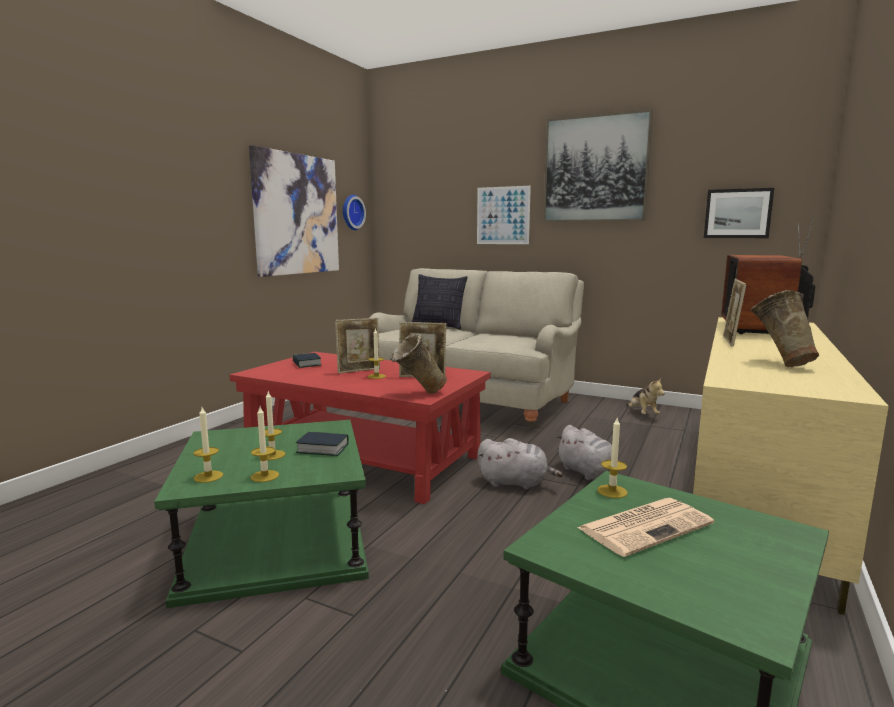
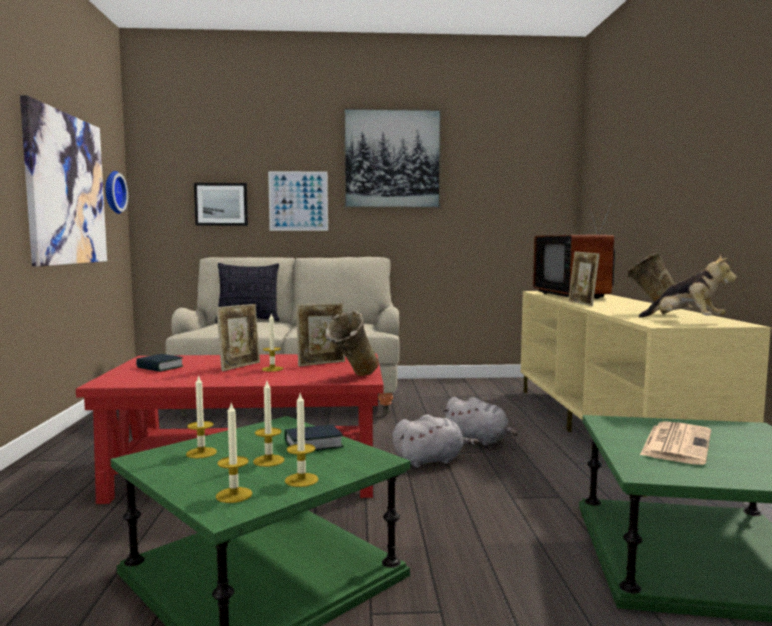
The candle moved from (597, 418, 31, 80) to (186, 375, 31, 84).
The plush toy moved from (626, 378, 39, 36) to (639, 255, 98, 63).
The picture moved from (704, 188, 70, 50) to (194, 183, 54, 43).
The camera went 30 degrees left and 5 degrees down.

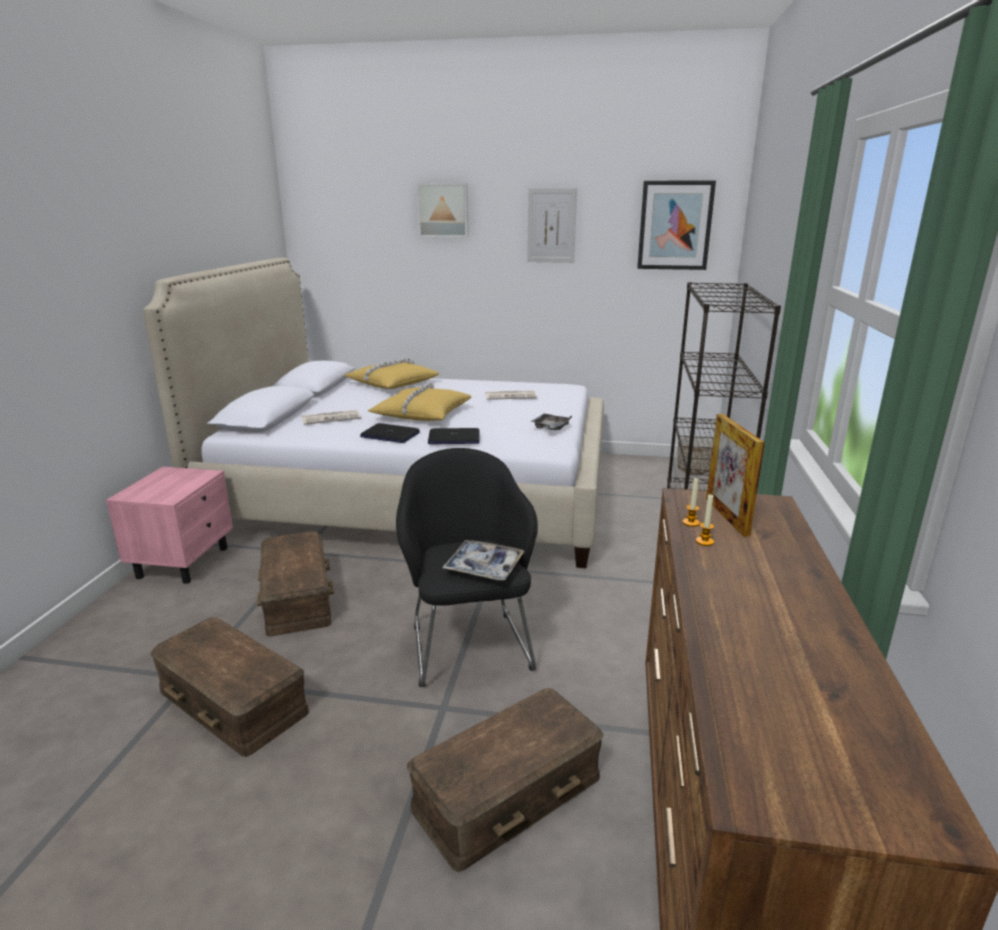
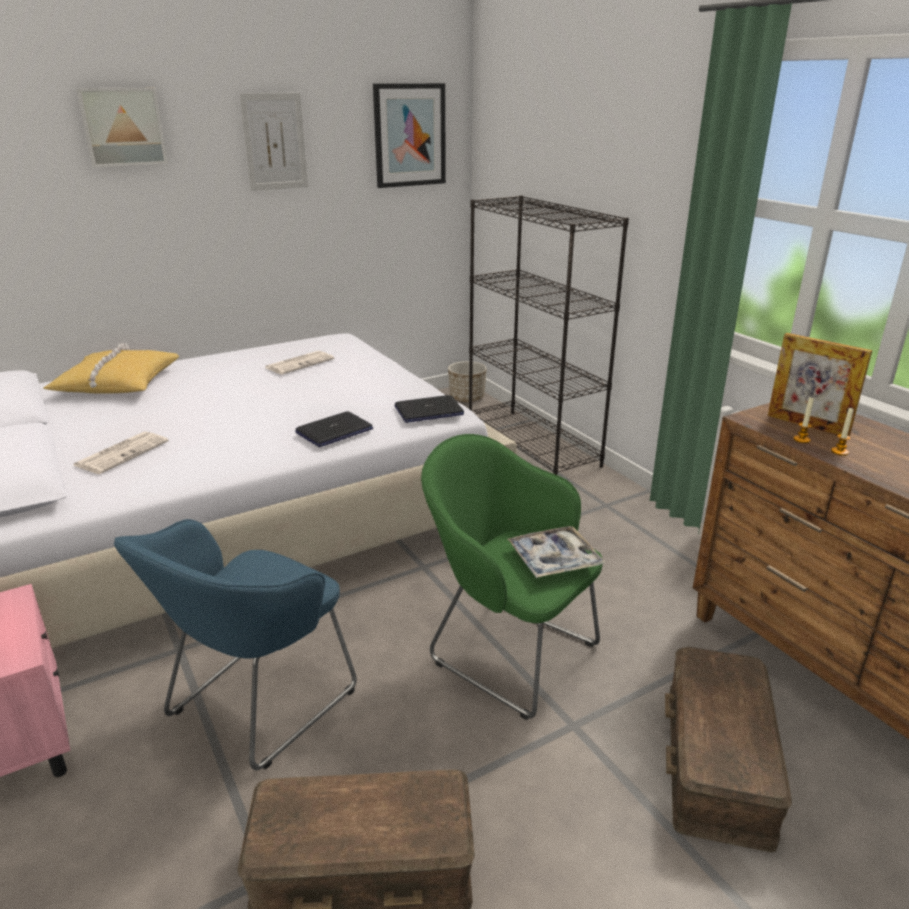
The storage box (brown) at (257, 531, 77, 105) was replaced by the armchair (blue) at (114, 519, 243, 251).
The laptop moved from (360, 423, 60, 20) to (395, 395, 69, 28).
The pillow (yellow) at (368, 382, 103, 39) disappeared.
The armchair (black) at (396, 448, 142, 239) became the armchair (green) at (421, 434, 182, 286).
The tray (grey) at (531, 414, 41, 17) disappeared.
The camera went 40 degrees left and 5 degrees up.

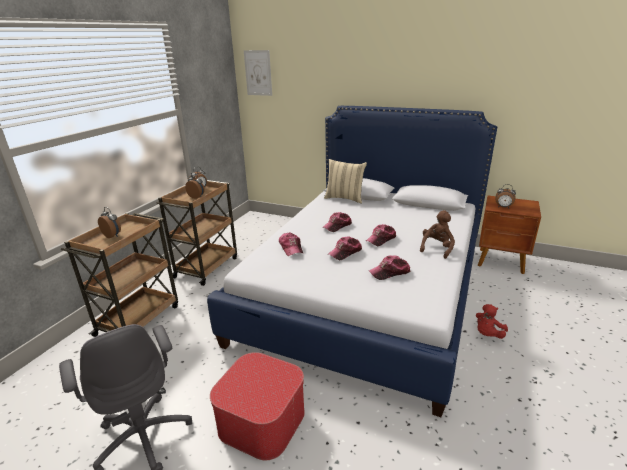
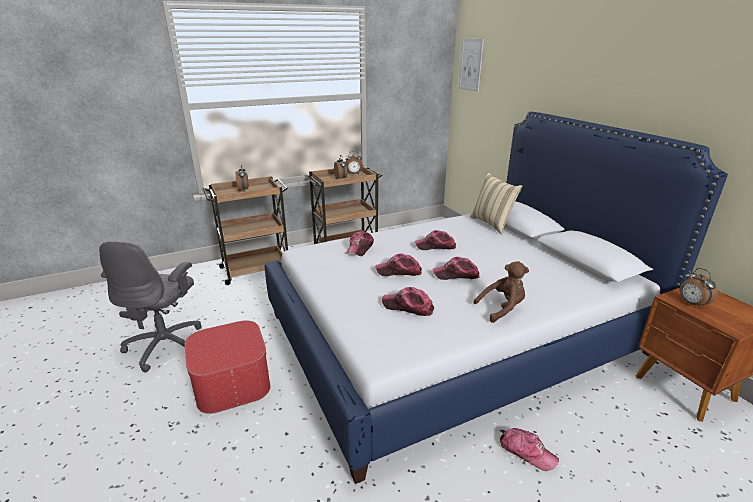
The plush toy (red) at (476, 304, 32, 35) was replaced by the cap at (500, 428, 59, 43).
The camera went 40 degrees right and 0 degrees up.

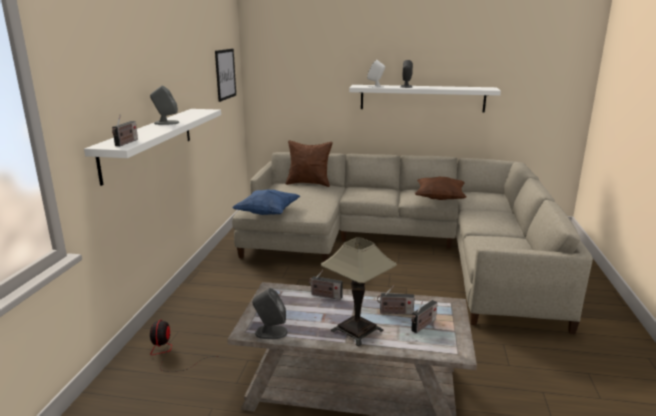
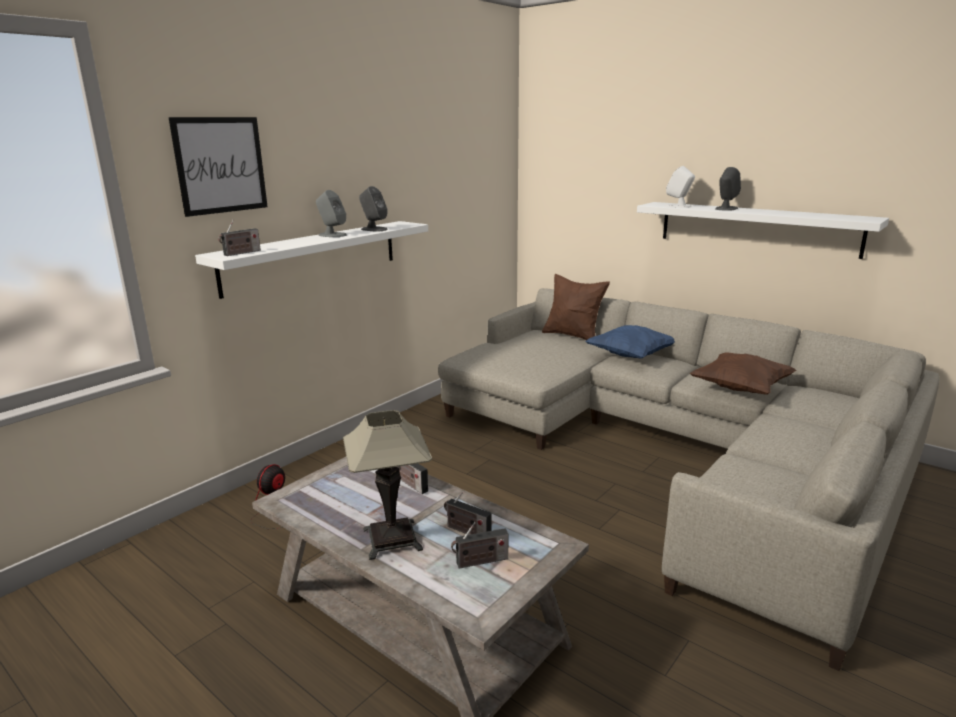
The picture moved from (215, 49, 21, 53) to (169, 117, 99, 100).
The pillow (blue) moved from (232, 189, 68, 26) to (585, 325, 90, 34).
The speaker (grey) moved from (252, 288, 36, 51) to (359, 186, 29, 45).
The camera went 30 degrees right and 0 degrees up.

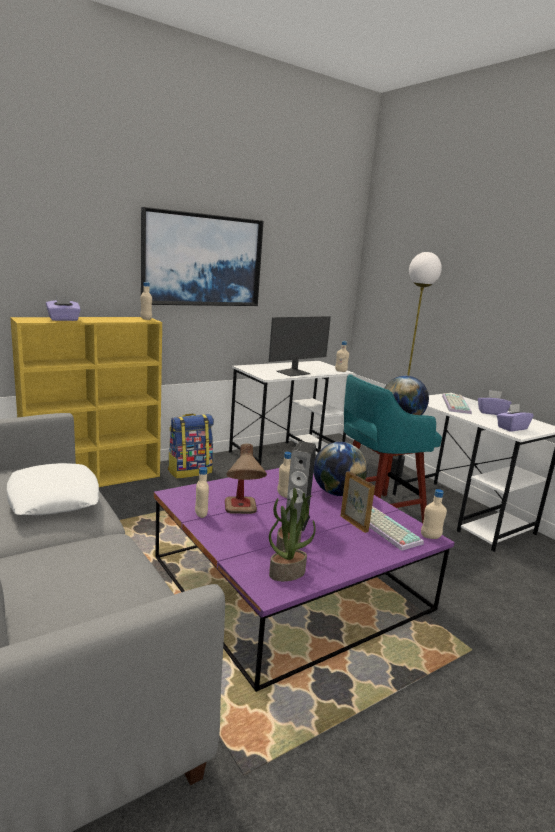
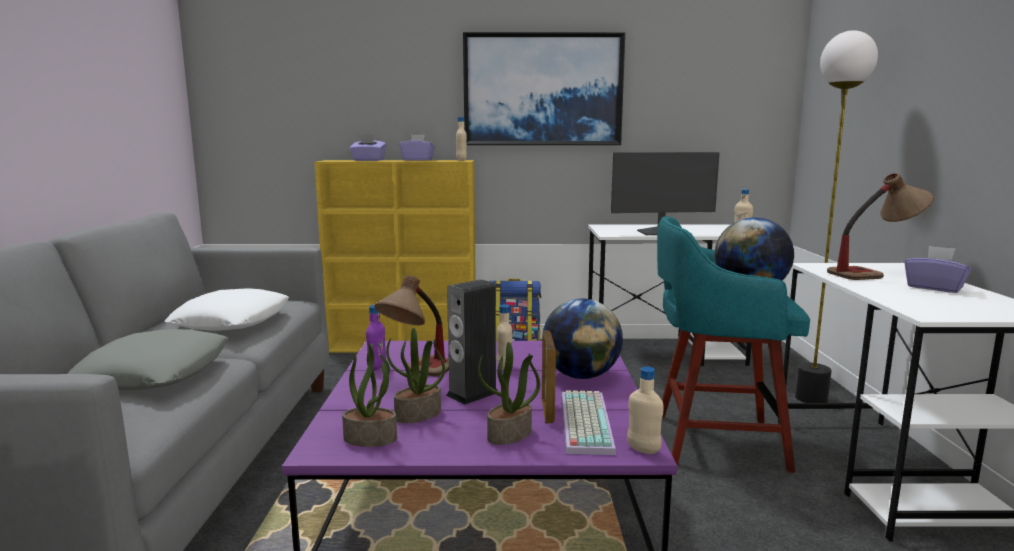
The bottle (beige) at (195, 467, 14, 51) became the bottle (purple) at (366, 305, 20, 65).
The keyboard at (442, 393, 30, 21) was replaced by the table lamp at (827, 173, 107, 107).
The tissue box (purple) moved from (497, 404, 37, 27) to (399, 134, 36, 27).
The pillow (grey) at (67, 329, 161, 61) appeared.
The potted plant at (478, 342, 62, 103) appeared.
The camera went 35 degrees right and 5 degrees down.

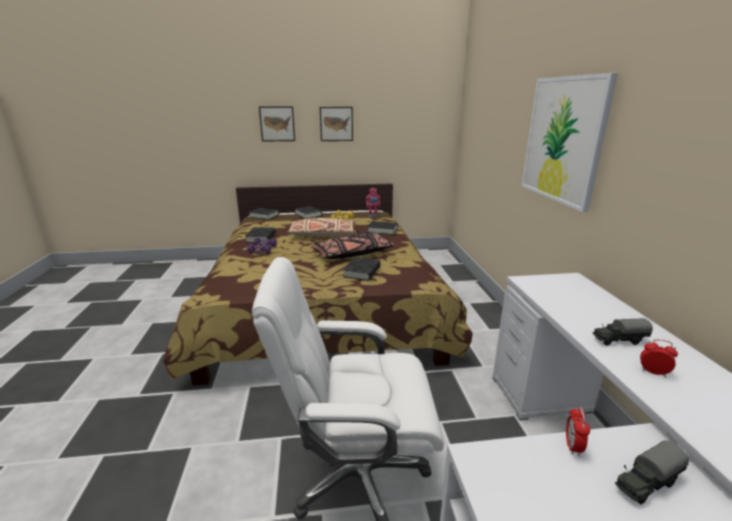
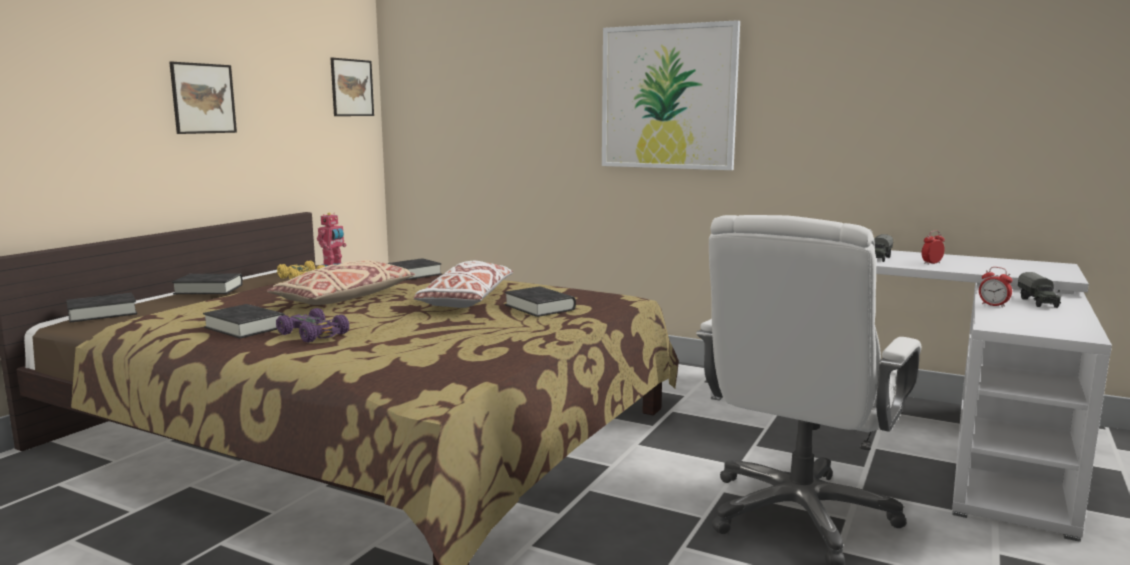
The picture moved from (259, 106, 36, 36) to (331, 58, 43, 58).
The pillow (black) at (310, 233, 85, 26) became the pillow (white) at (413, 261, 100, 47).
The camera went 55 degrees left and 10 degrees down.

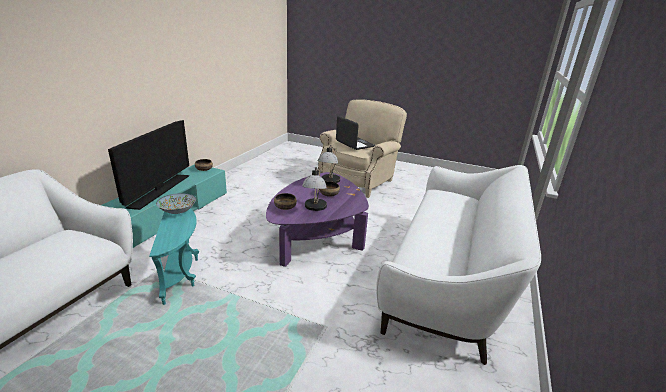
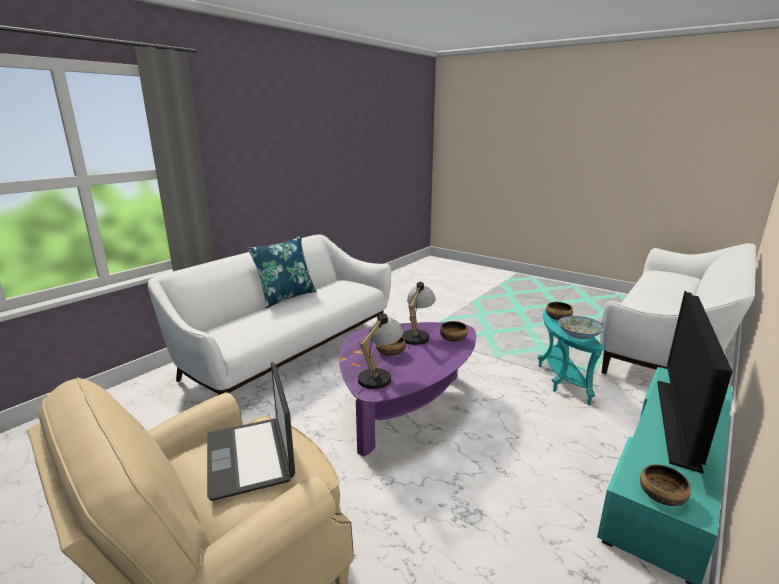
The pillow (blue) at (247, 236, 70, 72) appeared.
The bowl at (546, 302, 27, 18) appeared.
The camera went 165 degrees left and 5 degrees down.

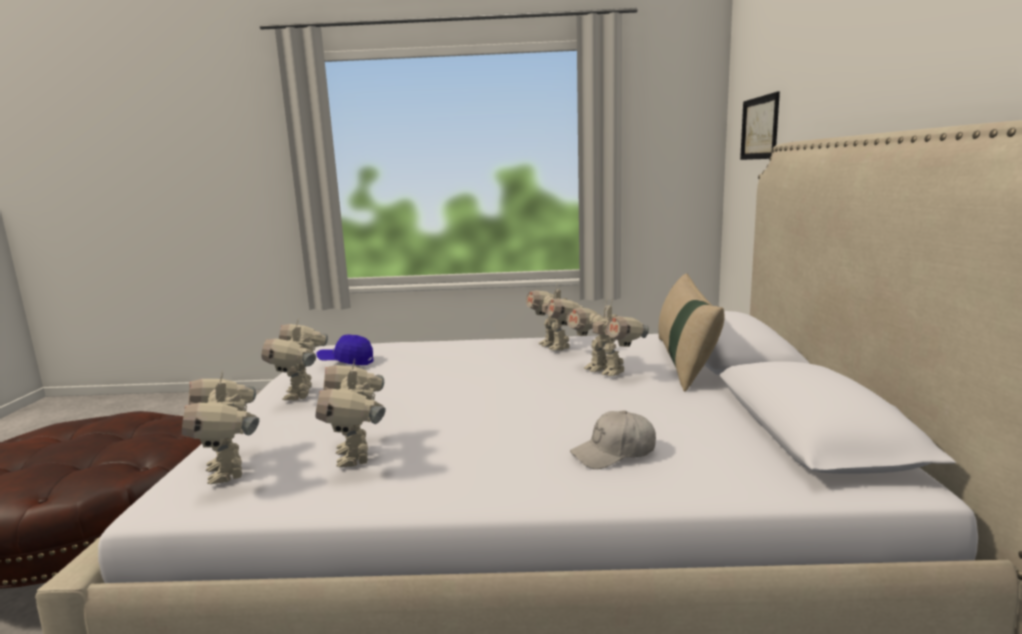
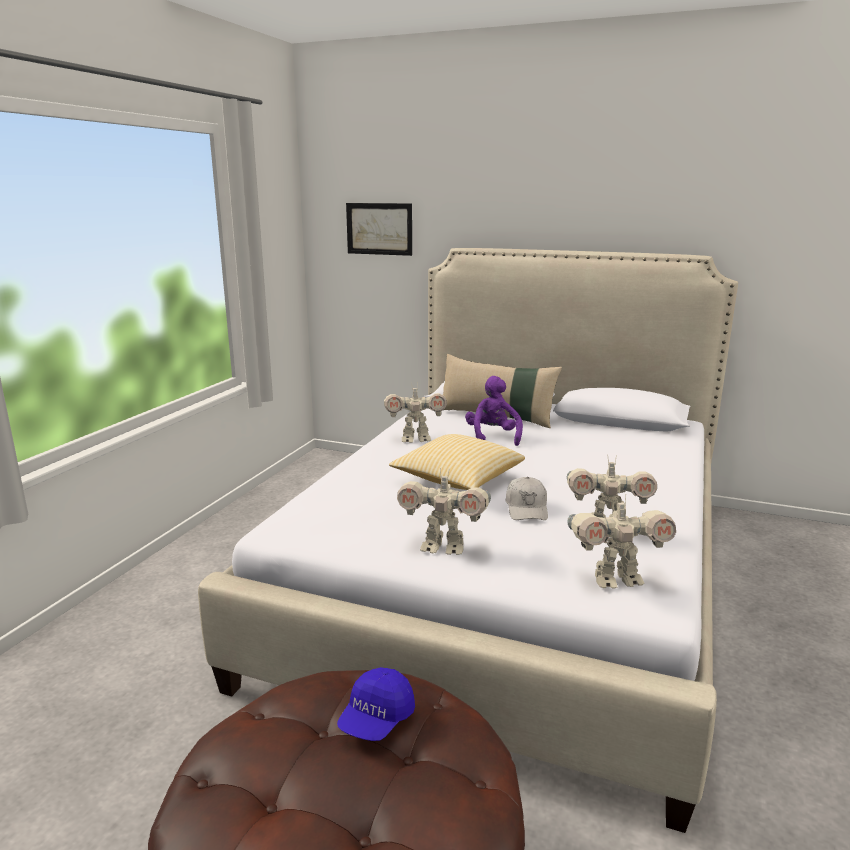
The cap (blue) moved from (316, 334, 58, 31) to (337, 667, 78, 74).
The toy robot at (566, 298, 83, 78) was replaced by the plush toy (purple) at (465, 376, 58, 70).
The cap (white) moved from (570, 410, 86, 59) to (505, 477, 43, 43).
The pillow at (389, 434, 136, 56) appeared.
The camera went 70 degrees left and 5 degrees up.

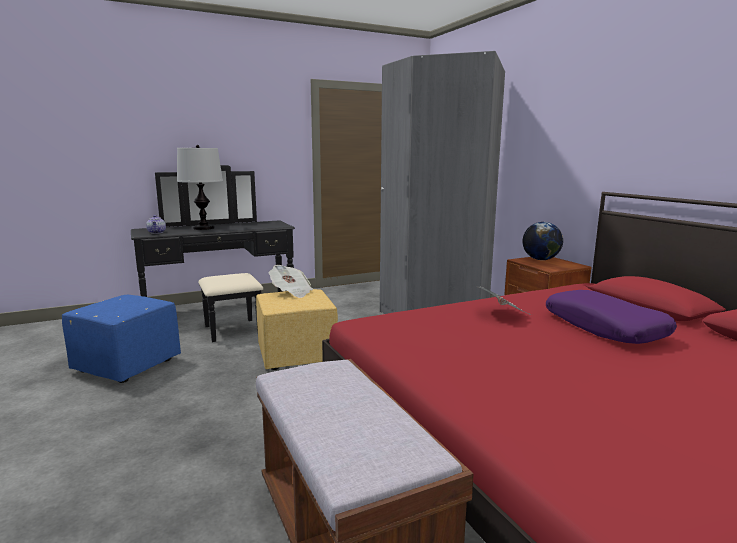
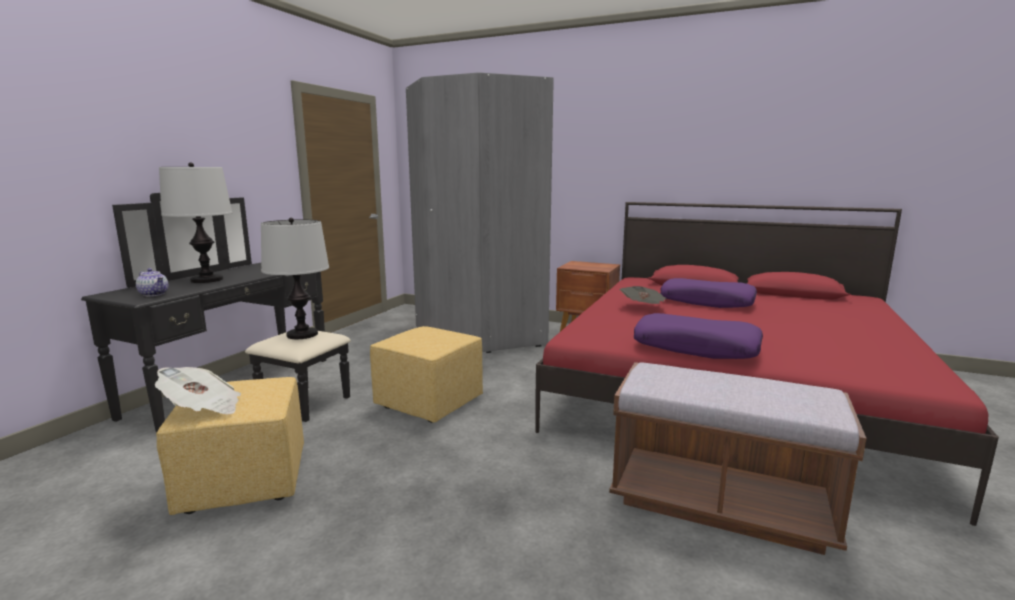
The ottoman (blue) at (62, 295, 119, 88) became the ottoman (yellow) at (156, 377, 148, 138).
The newspaper moved from (269, 265, 44, 33) to (155, 367, 86, 47).
The globe at (522, 222, 41, 38) disappeared.
The table lamp at (261, 218, 68, 121) appeared.
The pillow (purple) at (634, 313, 129, 46) appeared.
The camera went 40 degrees left and 0 degrees up.

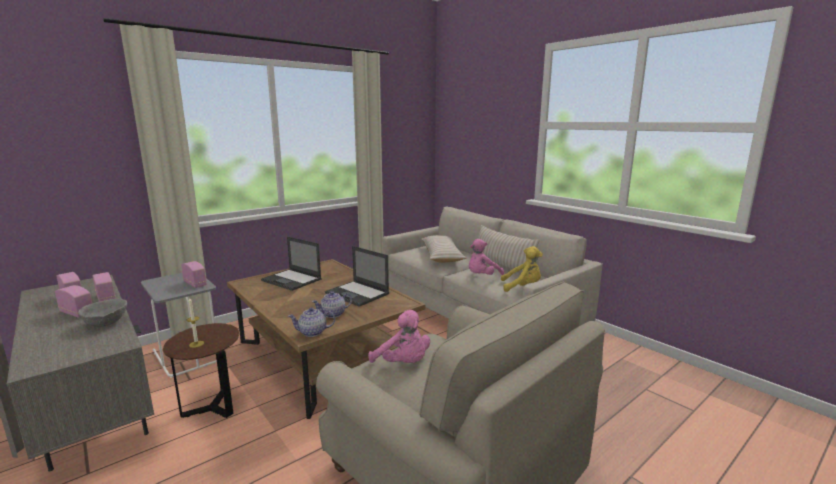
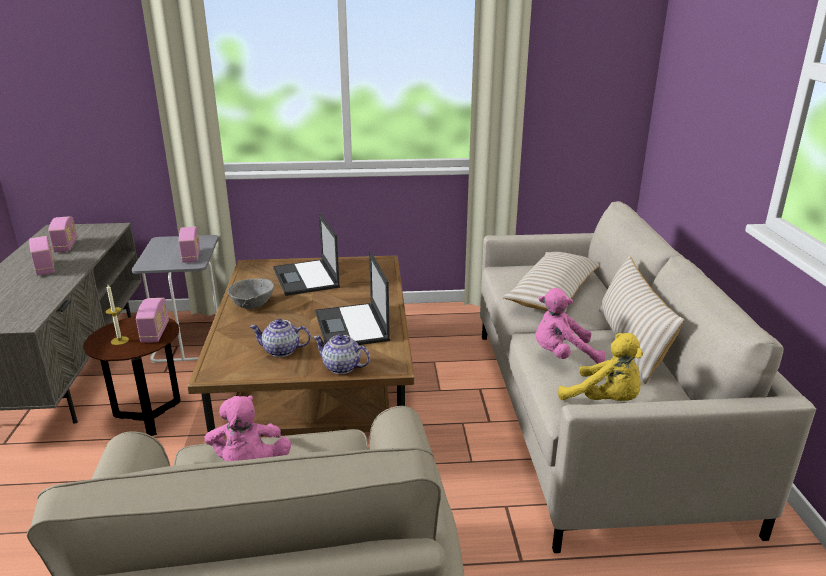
The bowl (grey) moved from (78, 299, 49, 28) to (228, 278, 46, 31).
The radio moved from (92, 272, 24, 30) to (136, 298, 33, 45).
The teapot moved from (288, 307, 47, 30) to (313, 334, 57, 40).
The camera went 35 degrees right and 10 degrees up.

